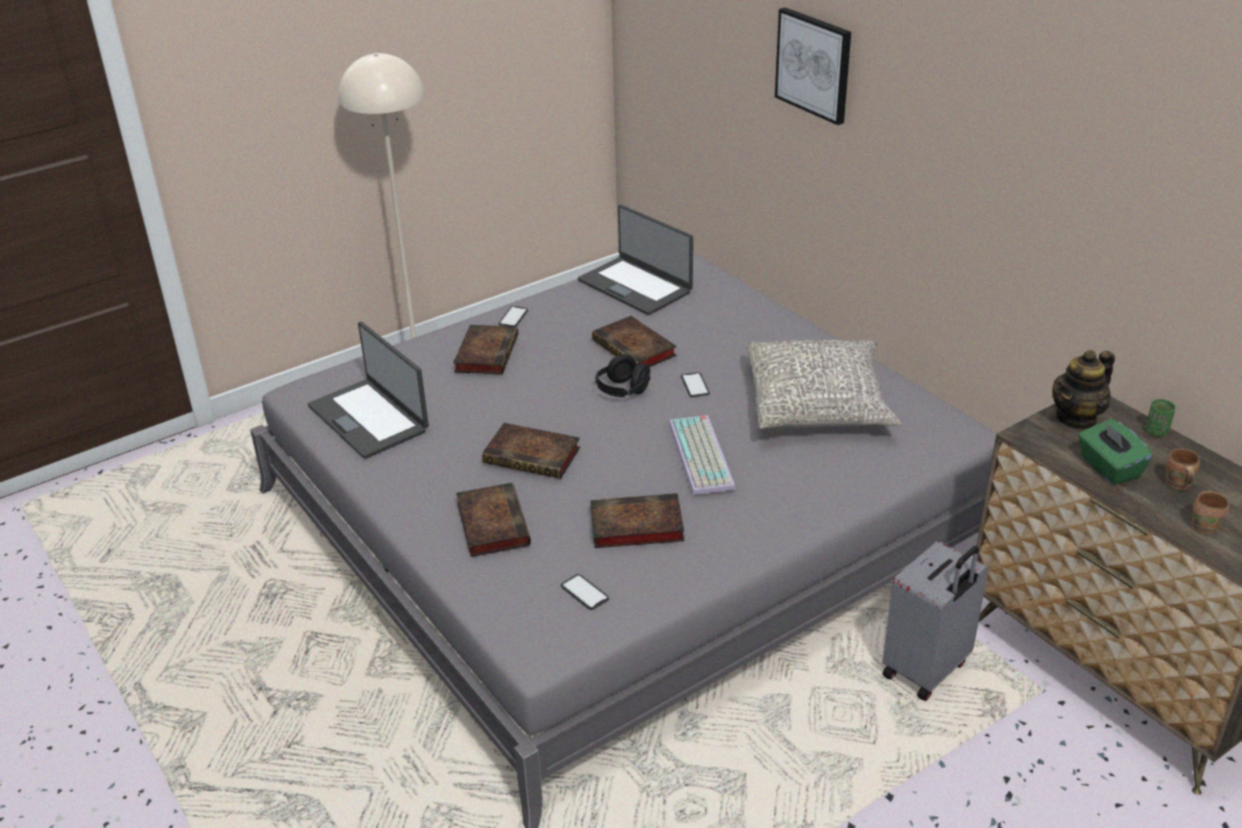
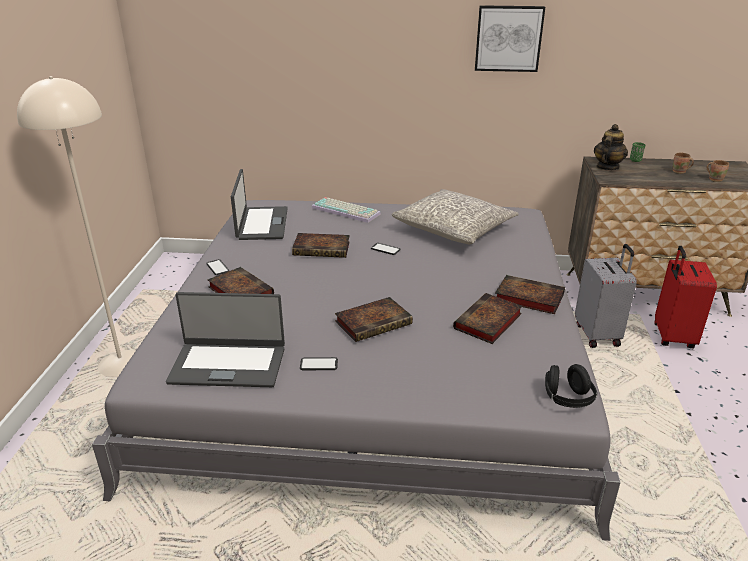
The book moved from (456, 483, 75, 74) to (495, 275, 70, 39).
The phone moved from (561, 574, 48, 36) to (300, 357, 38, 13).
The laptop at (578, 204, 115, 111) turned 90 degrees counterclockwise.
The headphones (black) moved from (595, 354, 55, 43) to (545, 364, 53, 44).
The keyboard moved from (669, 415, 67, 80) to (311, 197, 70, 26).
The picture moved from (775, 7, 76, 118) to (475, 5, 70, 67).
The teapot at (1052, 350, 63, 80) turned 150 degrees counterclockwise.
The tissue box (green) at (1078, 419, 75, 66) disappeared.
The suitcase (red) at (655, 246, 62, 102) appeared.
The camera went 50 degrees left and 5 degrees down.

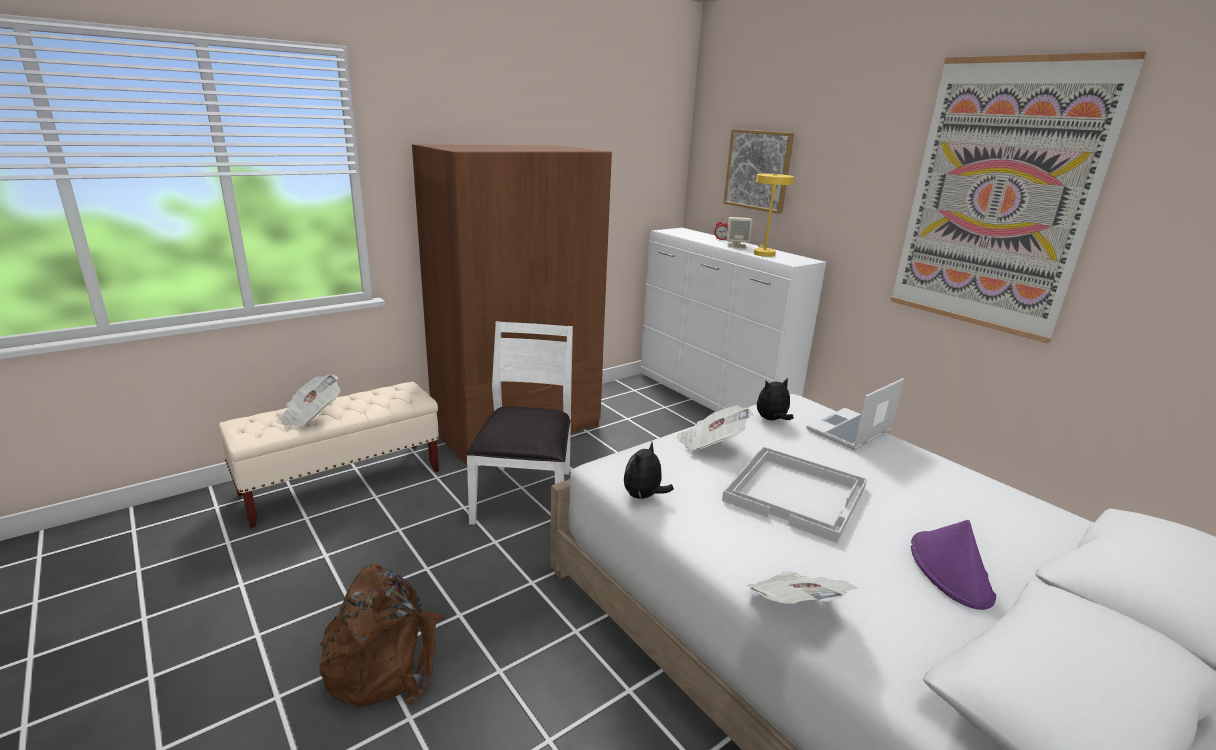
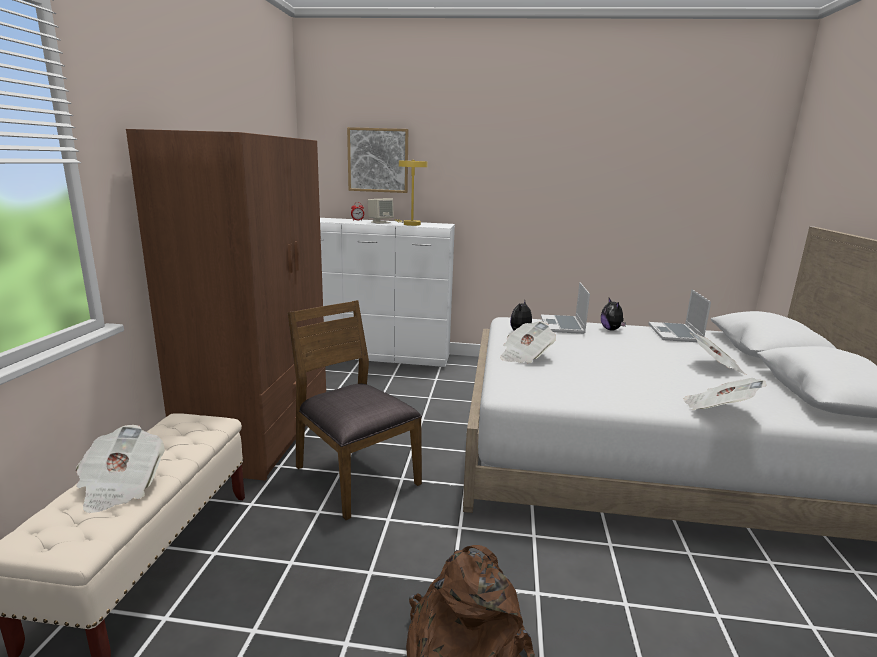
The chair (white) at (466, 321, 107, 204) became the chair (brown) at (288, 300, 134, 220).
The plush toy moved from (624, 442, 50, 58) to (601, 298, 25, 33).
The tray (white) at (722, 447, 145, 96) disappeared.
The picture at (891, 51, 256, 293) disappeared.
The hat (purple) at (911, 520, 85, 90) was replaced by the newspaper at (690, 333, 56, 42).
The laptop at (648, 289, 63, 53) appeared.
The camera went 45 degrees left and 5 degrees down.

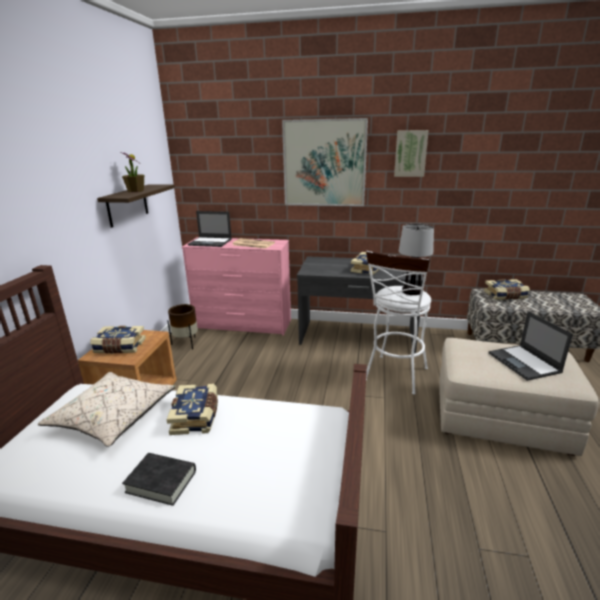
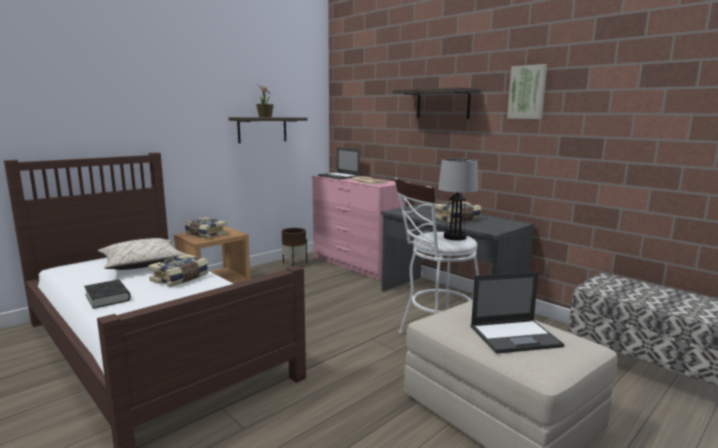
The picture at (282, 118, 86, 88) was replaced by the shelf at (393, 87, 88, 32).
The book at (484, 279, 46, 21) disappeared.
The laptop at (489, 311, 84, 70) turned 120 degrees counterclockwise.
The camera went 35 degrees right and 10 degrees down.

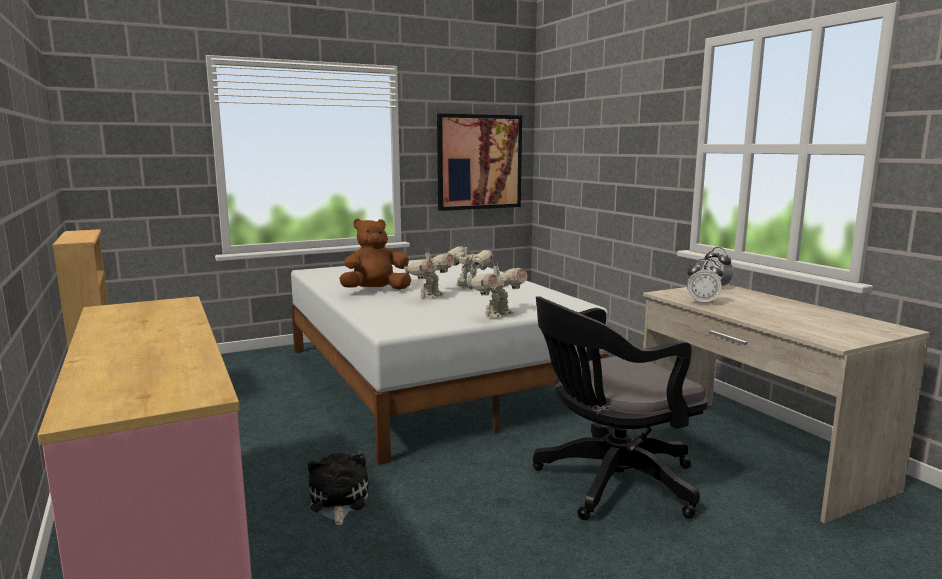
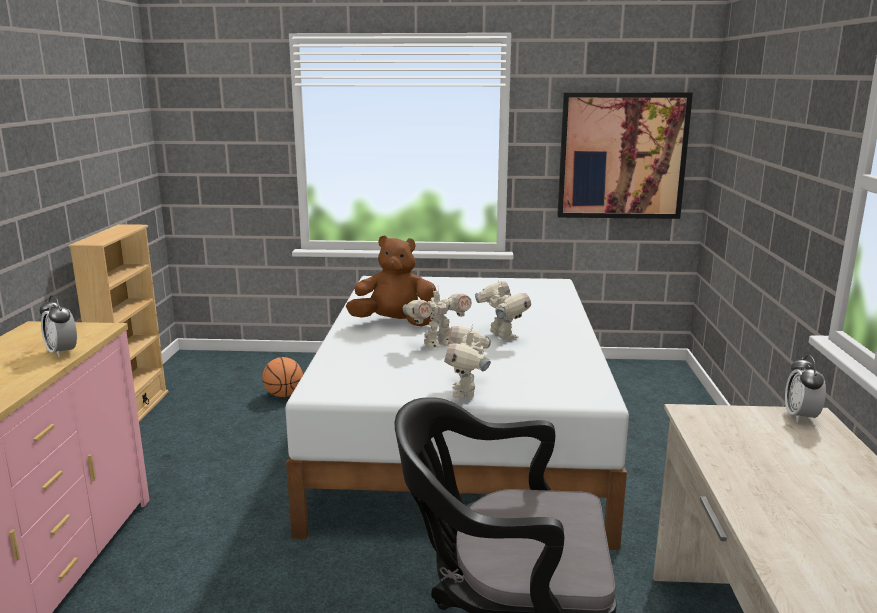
The plush toy at (308, 452, 60, 73) disappeared.
The toy robot at (467, 263, 60, 55) turned 105 degrees clockwise.
The alarm clock moved from (687, 259, 36, 46) to (40, 295, 37, 63).
The basketball at (262, 357, 41, 40) appeared.
The camera went 30 degrees right and 5 degrees up.

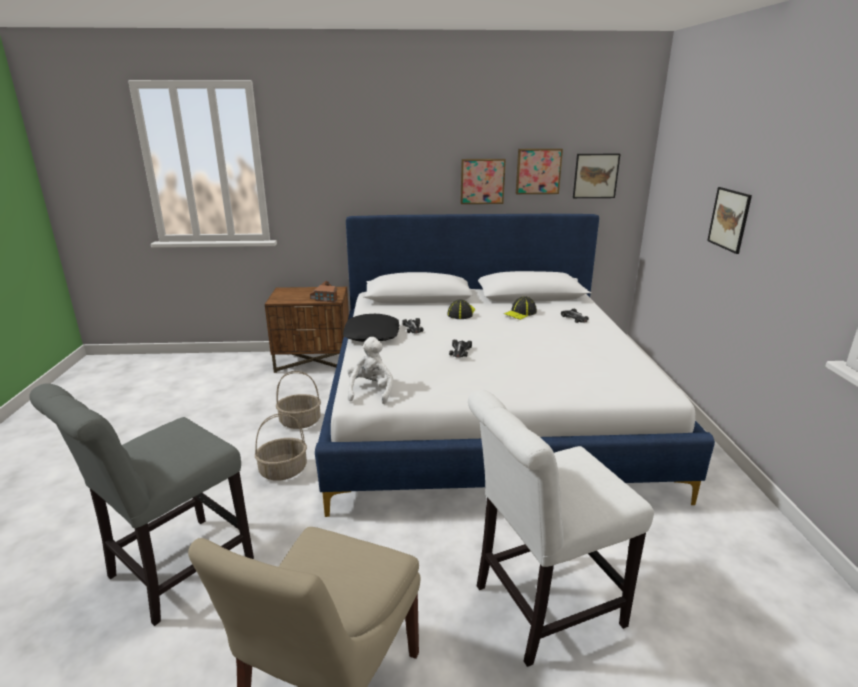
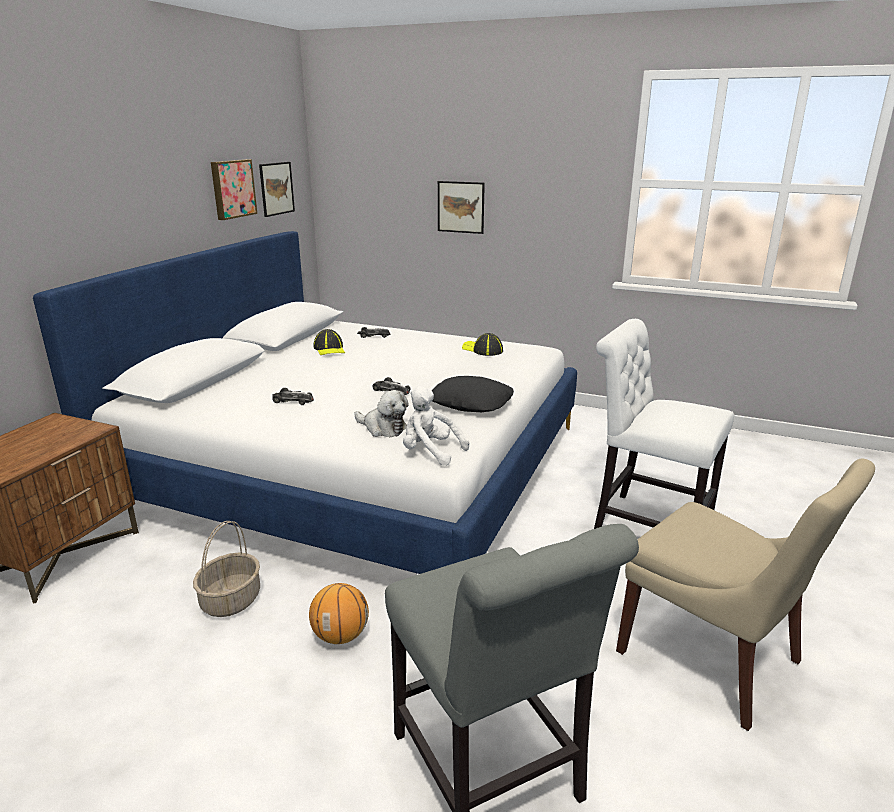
The basket at (255, 413, 52, 68) was replaced by the basketball at (309, 583, 60, 61).
The toy house at (310, 281, 28, 21) disappeared.
The pillow (black) moved from (343, 314, 57, 28) to (432, 376, 82, 36).
The cap moved from (447, 300, 28, 19) to (462, 333, 41, 23).
The picture at (460, 159, 46, 45) disappeared.
The chair (white) at (468, 390, 186, 277) turned 120 degrees clockwise.
The plush toy at (354, 390, 55, 47) appeared.
The camera went 65 degrees left and 0 degrees up.

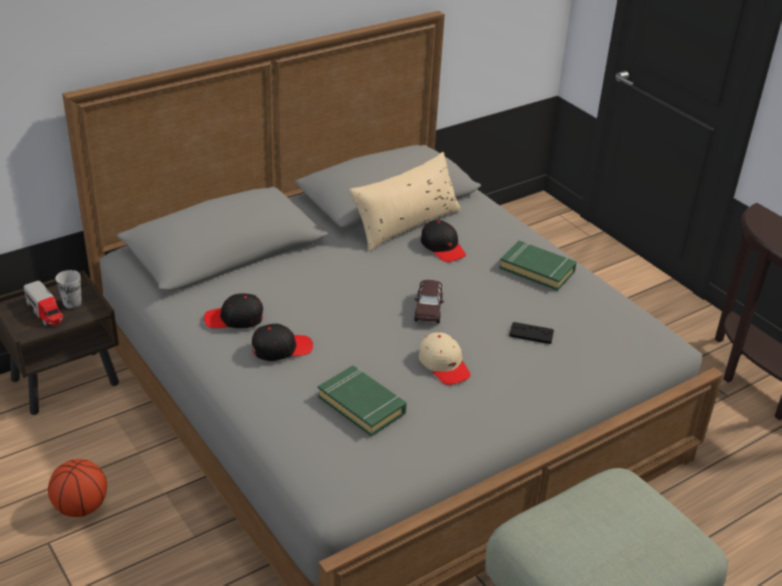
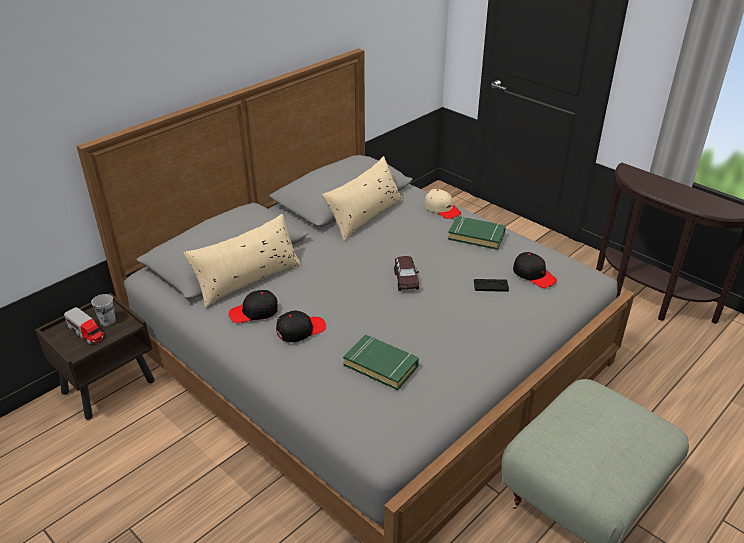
The basketball at (48, 459, 59, 58) disappeared.
The cap (beige) moved from (419, 332, 52, 53) to (425, 189, 36, 30).
The cap (black) moved from (421, 220, 45, 42) to (513, 252, 44, 36).
The pillow (beige) at (183, 214, 118, 94) appeared.
The camera went 10 degrees left and 0 degrees up.

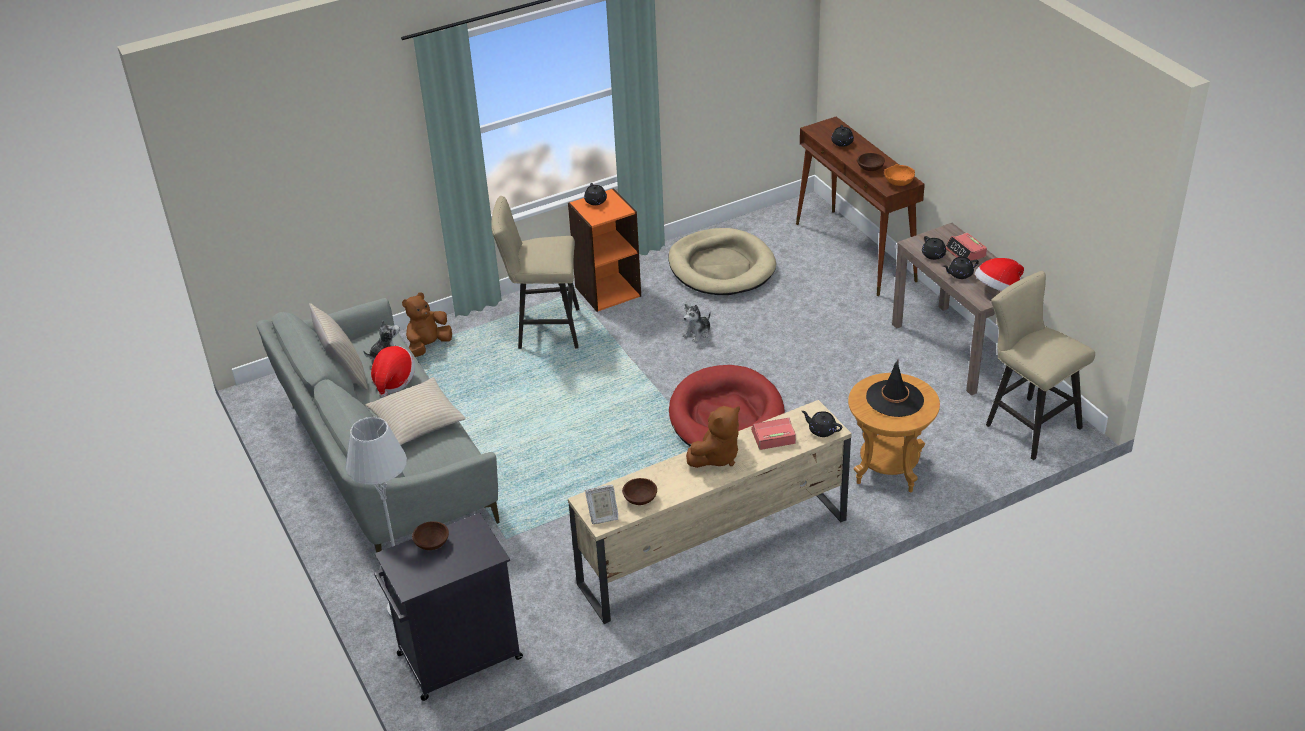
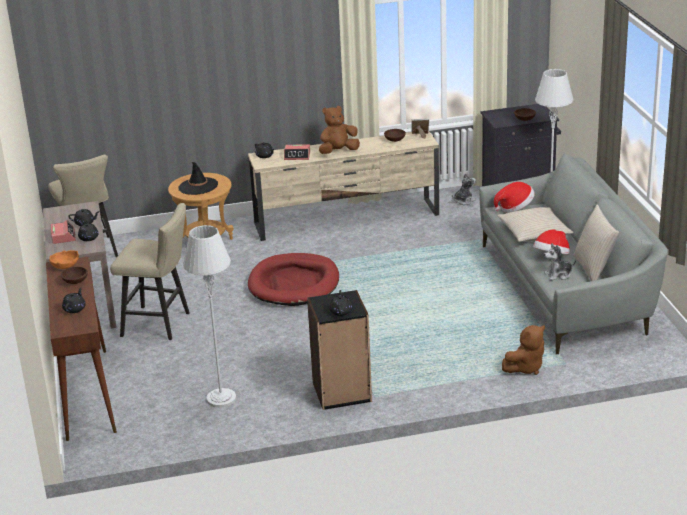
The stool (beige) moved from (492, 196, 88, 153) to (110, 203, 80, 137).
The bookcase (orange) at (568, 188, 73, 124) became the bookcase (black) at (307, 290, 65, 120).
The dog bed (beige) at (668, 228, 108, 67) was replaced by the floor lamp (grey) at (183, 225, 53, 183).
The plush toy moved from (683, 304, 28, 39) to (452, 173, 24, 32).
The hat moved from (975, 258, 49, 33) to (494, 182, 41, 31).
The camera went 165 degrees left and 10 degrees down.

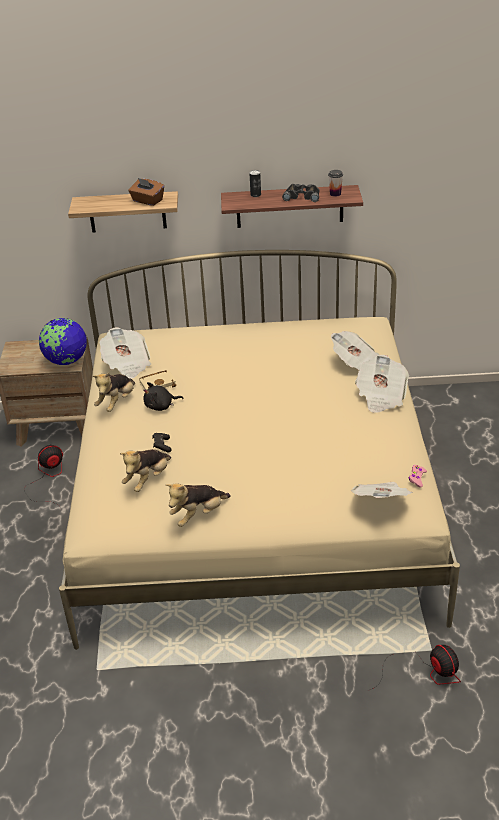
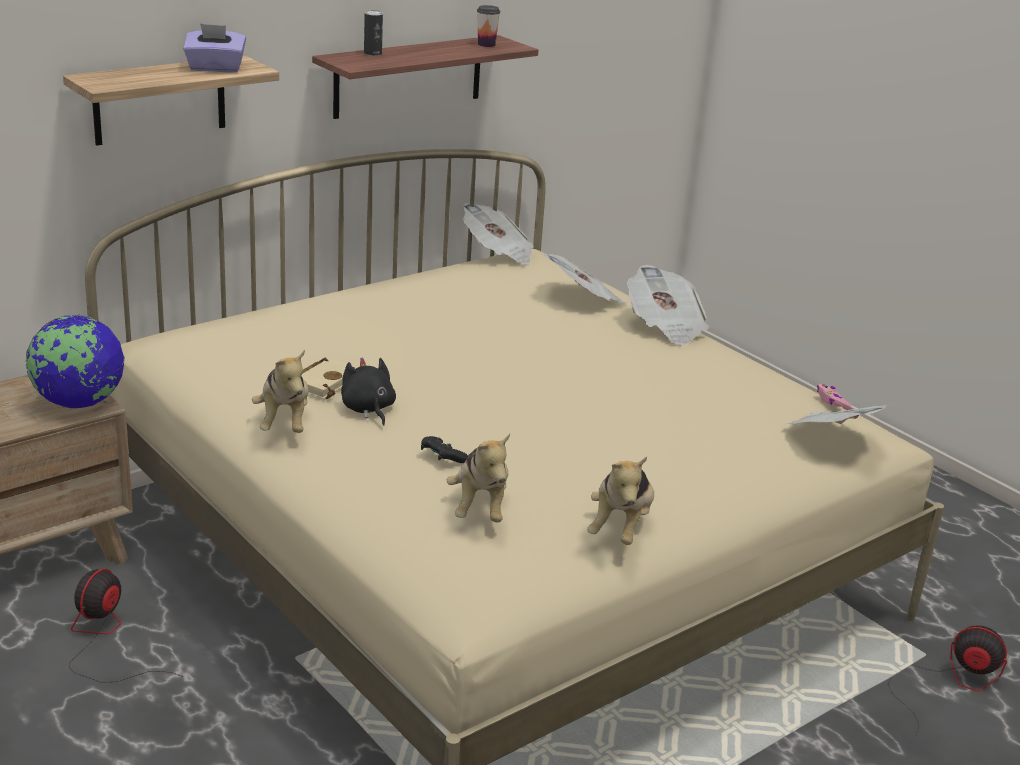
The newspaper moved from (99, 327, 52, 52) to (463, 203, 71, 62).
The tissue box (brown) at (128, 178, 36, 28) became the tissue box (purple) at (183, 24, 63, 49).
The plush toy (black) at (143, 382, 41, 29) turned 120 degrees clockwise.
The binoculars (black) at (282, 184, 37, 18) disappeared.
The camera went 40 degrees left and 10 degrees down.

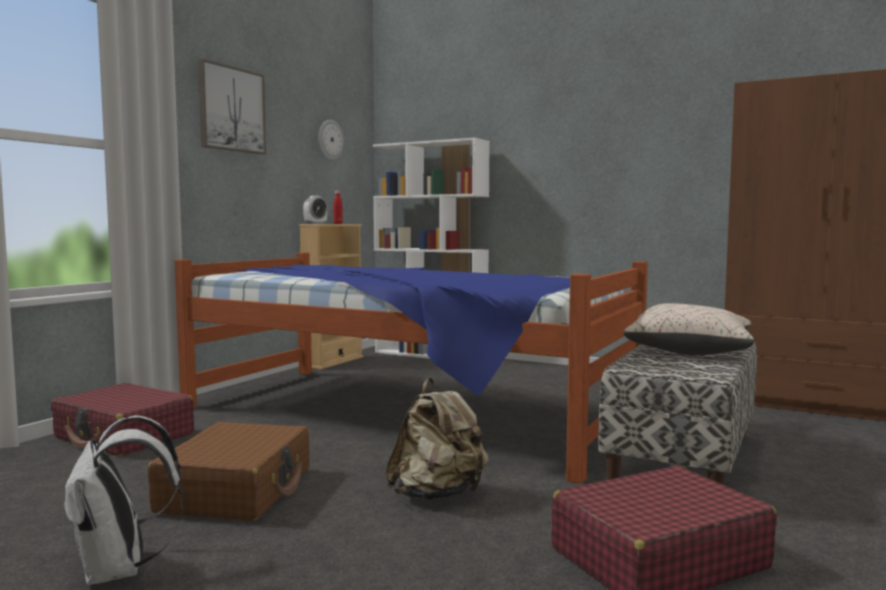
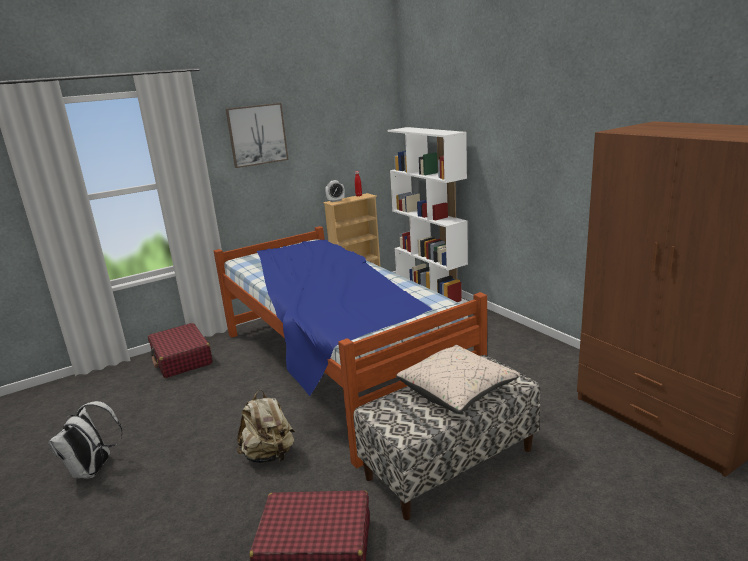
The suitcase (brown) at (148, 422, 161, 99) disappeared.
The wall clock at (318, 120, 26, 41) disappeared.
The camera went 30 degrees right and 15 degrees up.

